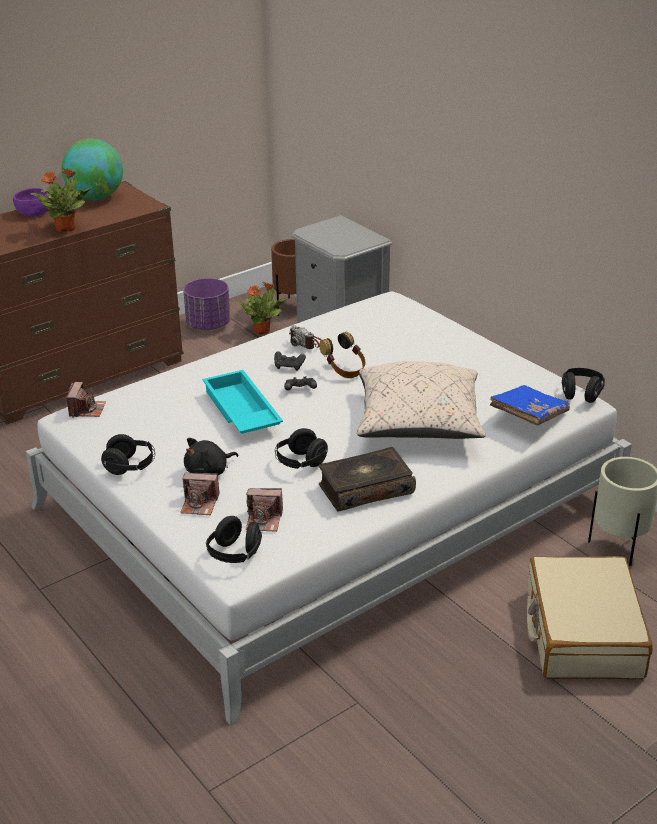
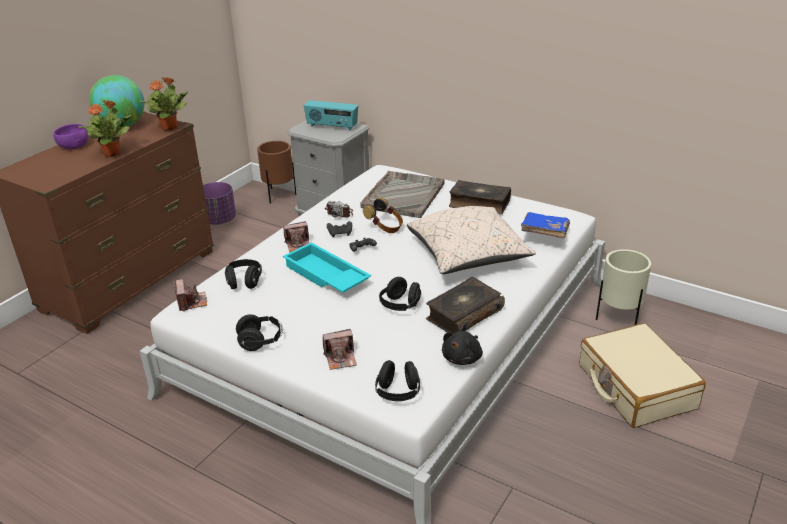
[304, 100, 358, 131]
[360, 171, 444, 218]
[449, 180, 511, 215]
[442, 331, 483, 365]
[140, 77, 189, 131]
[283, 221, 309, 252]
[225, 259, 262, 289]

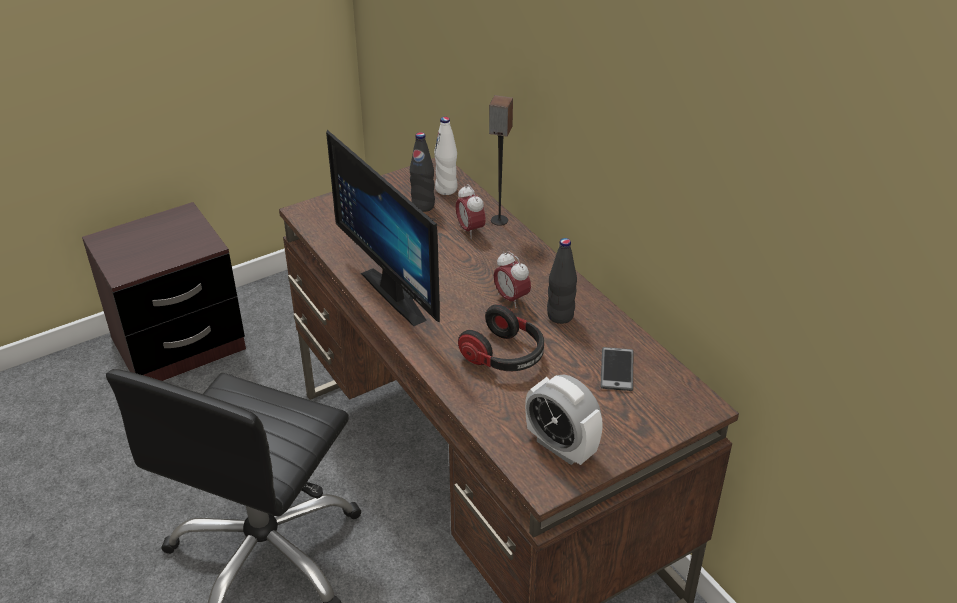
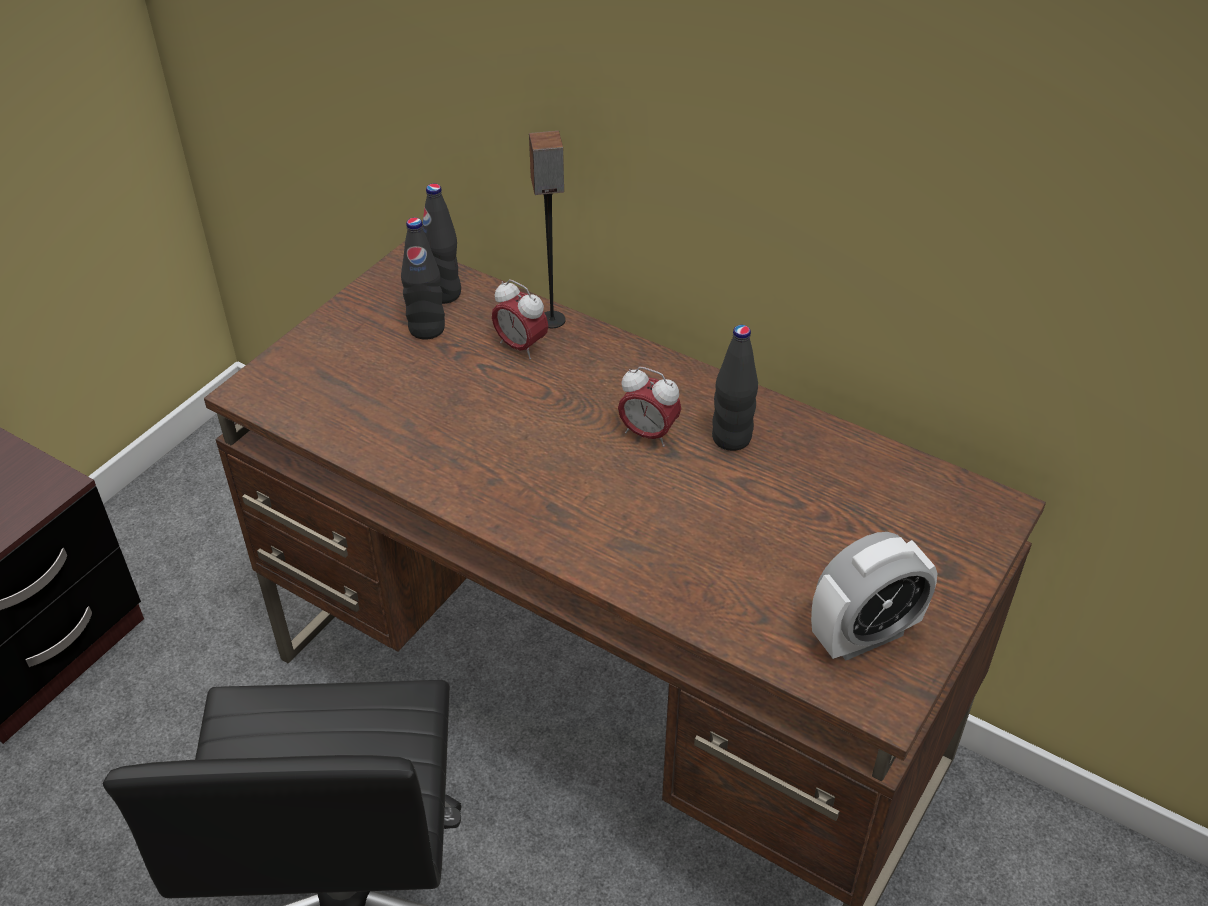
[326, 130, 440, 326] (first image)
[458, 304, 544, 371] (first image)
[600, 347, 633, 391] (first image)
[423, 184, 461, 304]
[811, 532, 938, 660]

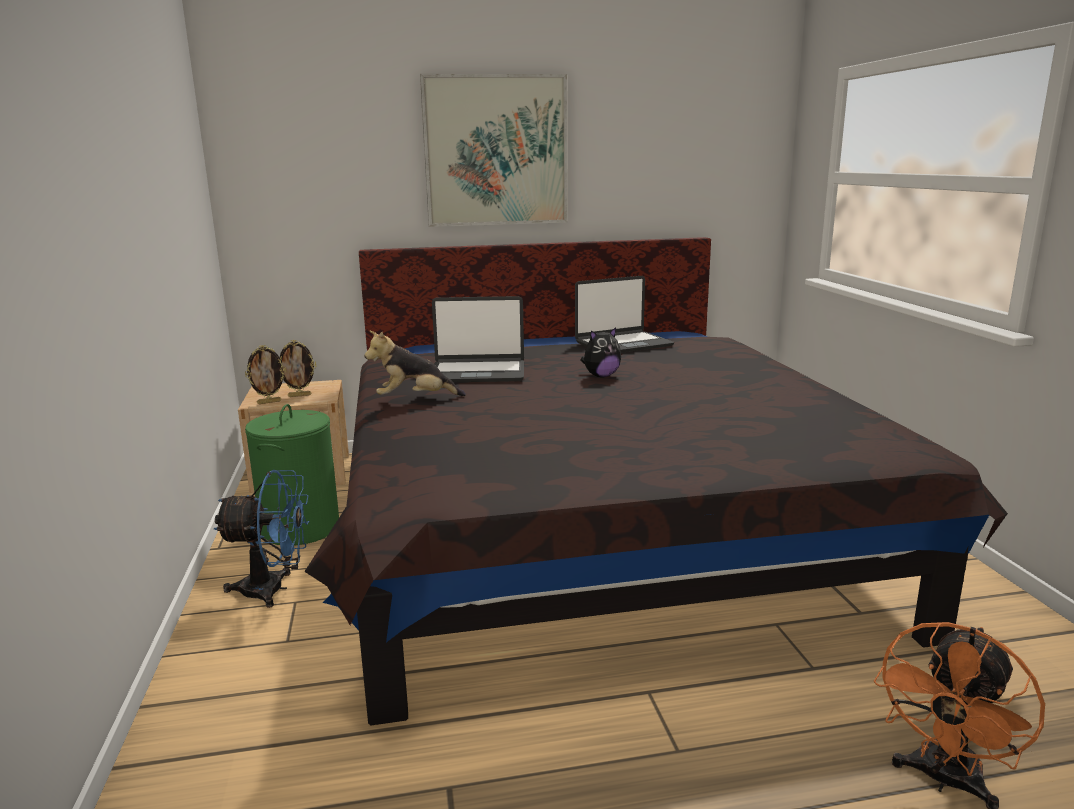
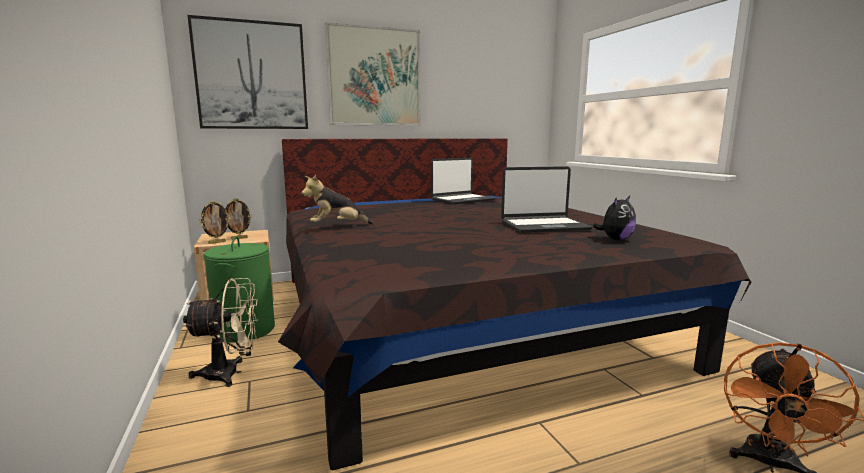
[187, 15, 308, 129]
[501, 166, 593, 233]
[593, 196, 636, 240]
[183, 278, 258, 387]

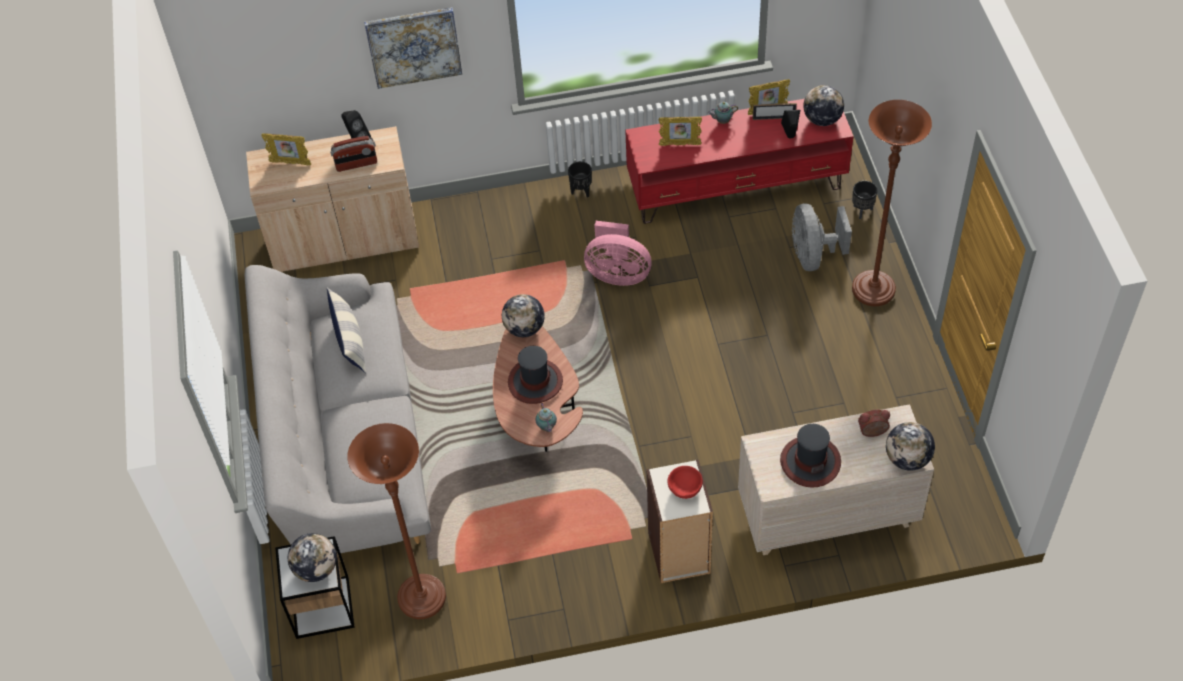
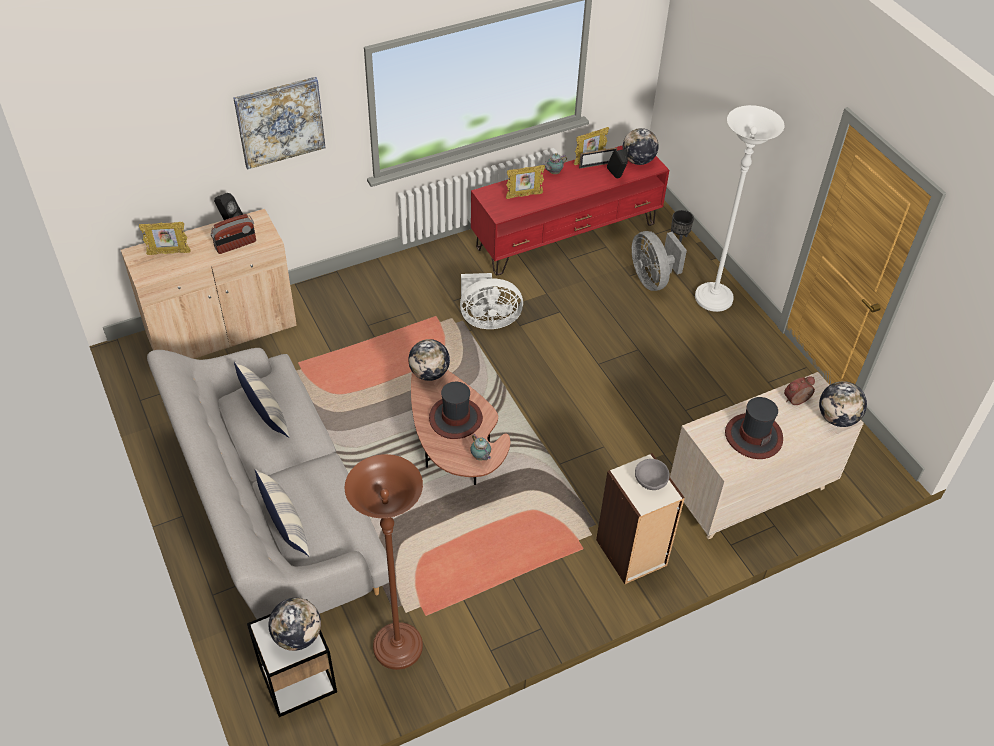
[568, 161, 592, 197] (first image)
[255, 469, 310, 556]
[460, 273, 523, 329]
[635, 459, 670, 490]
[695, 105, 784, 312]

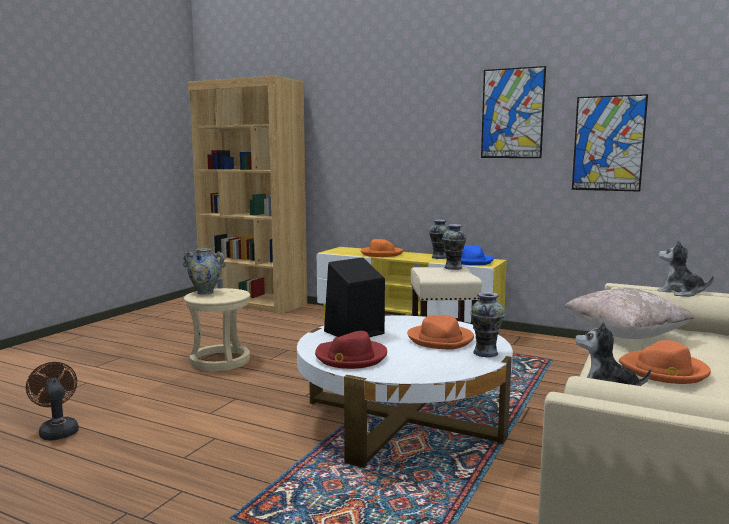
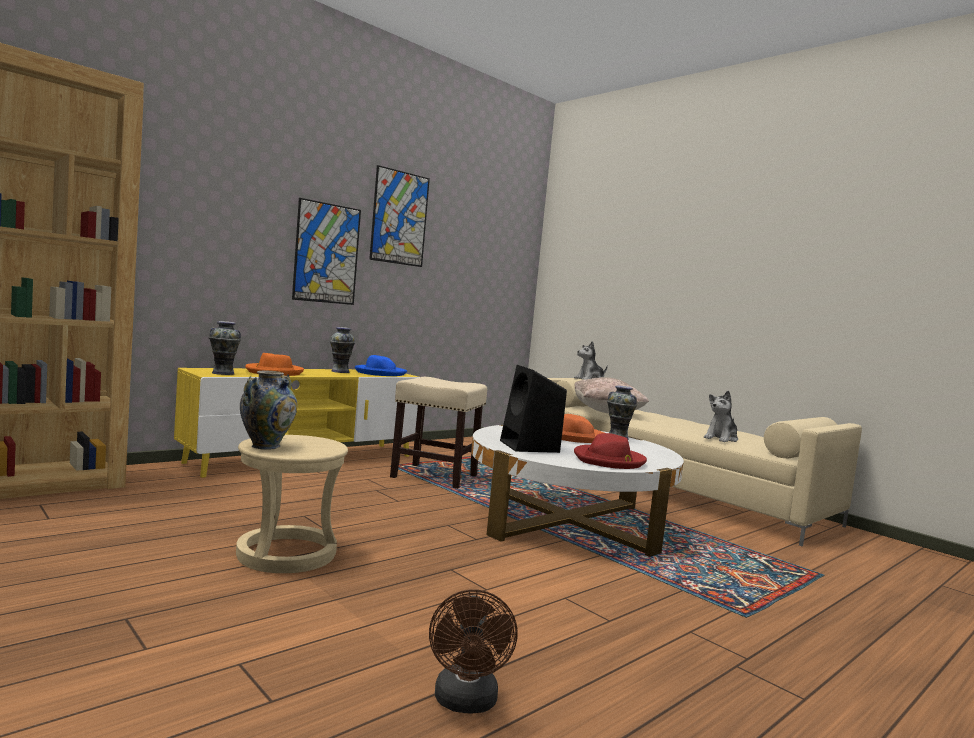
[619, 340, 711, 384] (first image)
[209, 321, 241, 375]
[292, 198, 361, 305]
[429, 589, 518, 713]

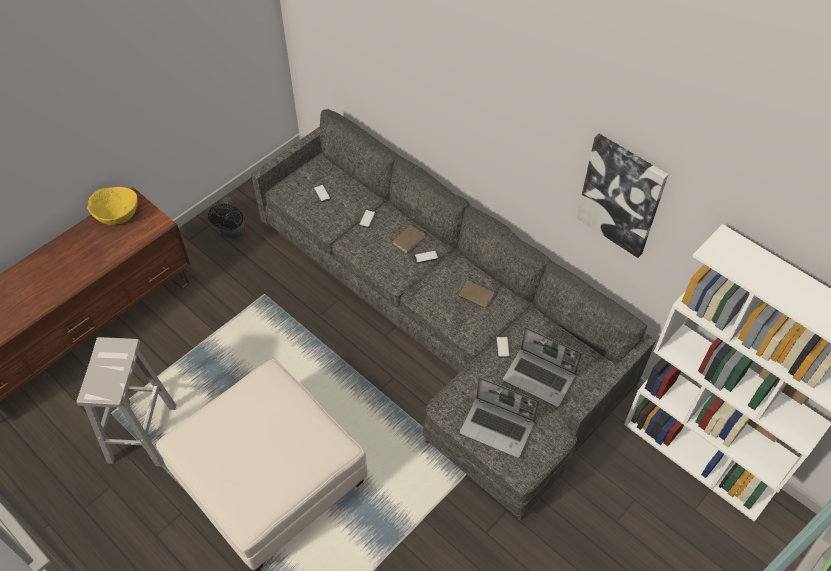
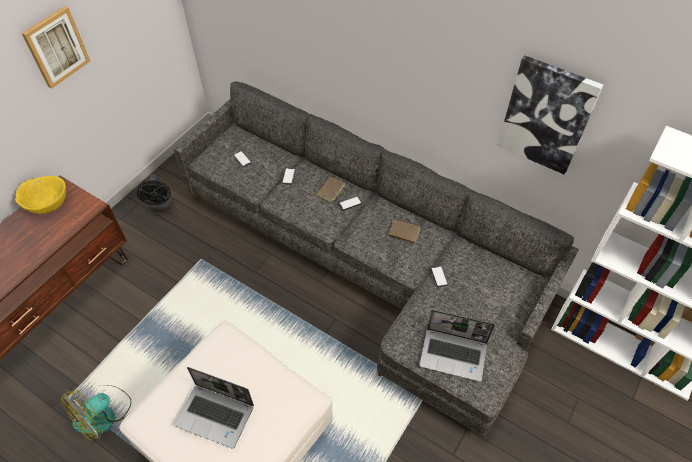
[22, 6, 90, 89]
[174, 367, 254, 449]
[61, 385, 131, 441]

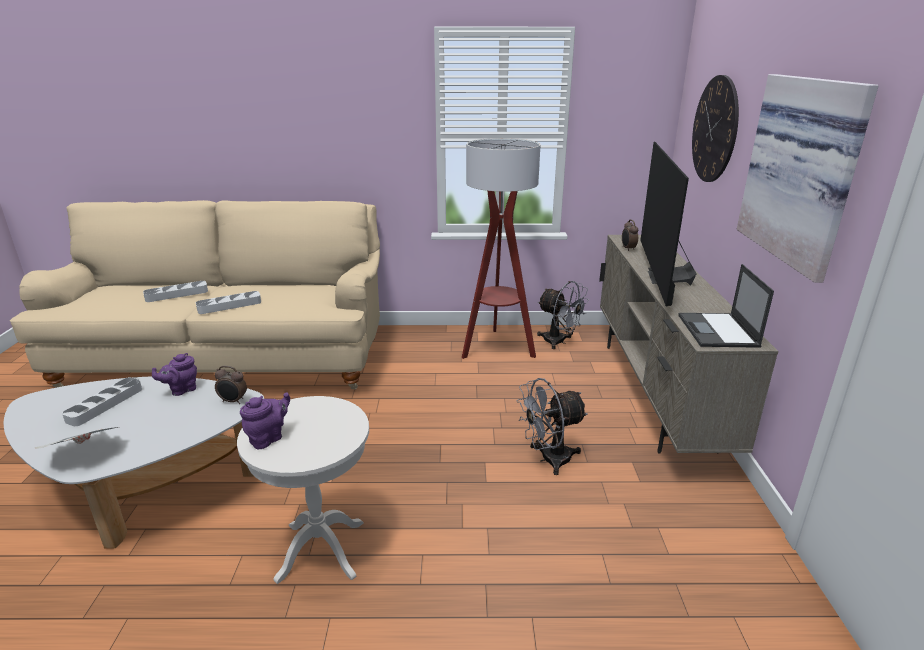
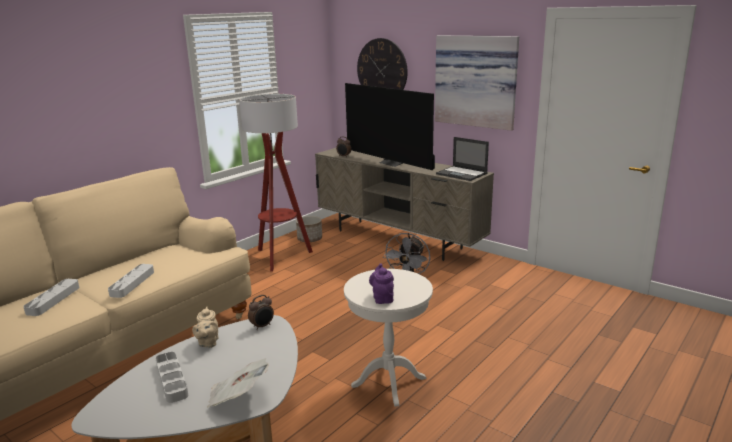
[296, 216, 322, 242]
[192, 307, 219, 348]

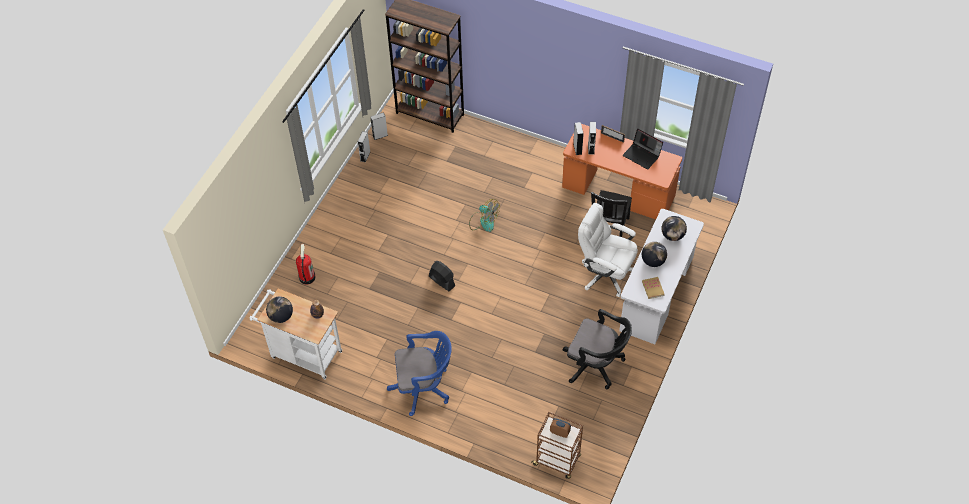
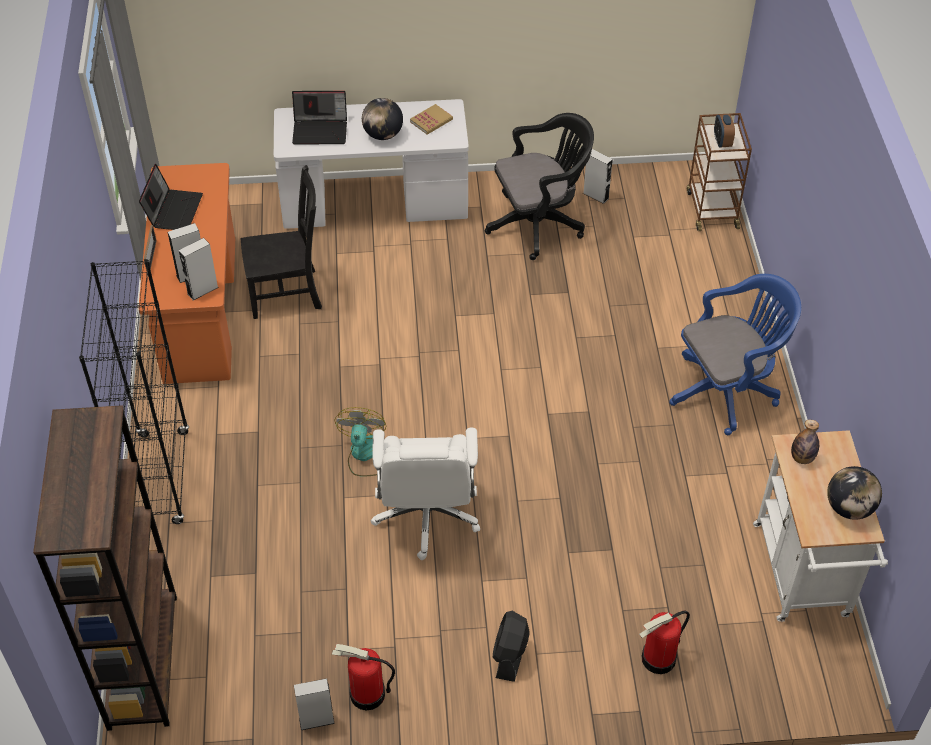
[79, 259, 189, 524]
[332, 644, 395, 710]
[583, 149, 613, 204]
[493, 611, 530, 682]
[370, 428, 480, 560]
[292, 91, 347, 145]
[669, 274, 801, 435]
[485, 113, 594, 260]

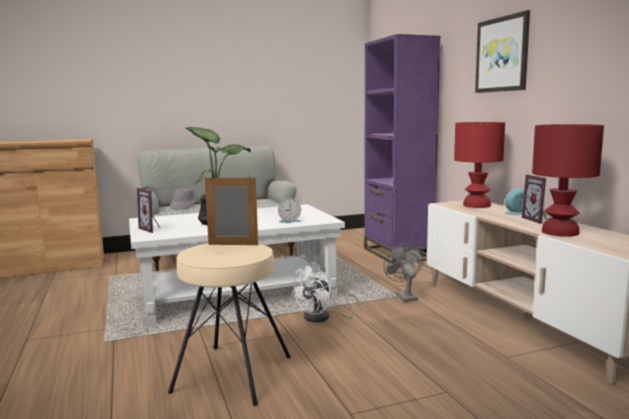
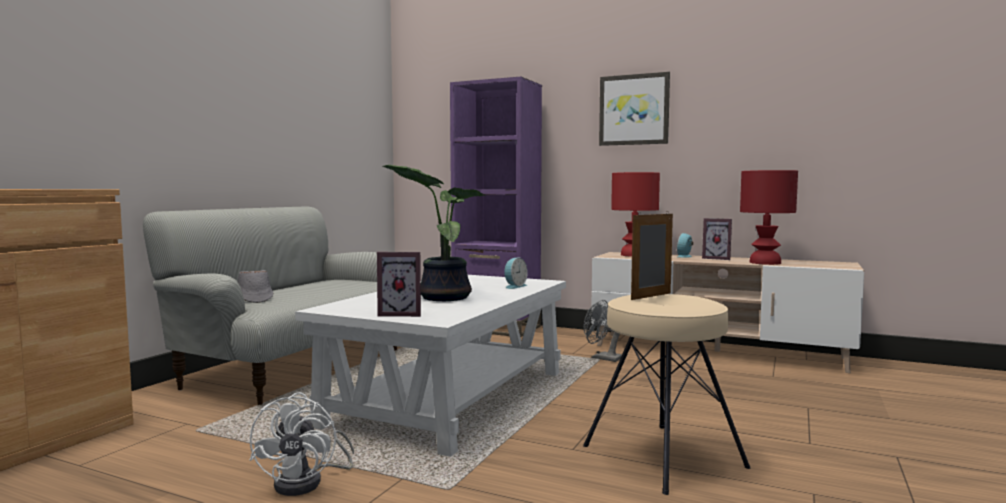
[250, 392, 354, 496]

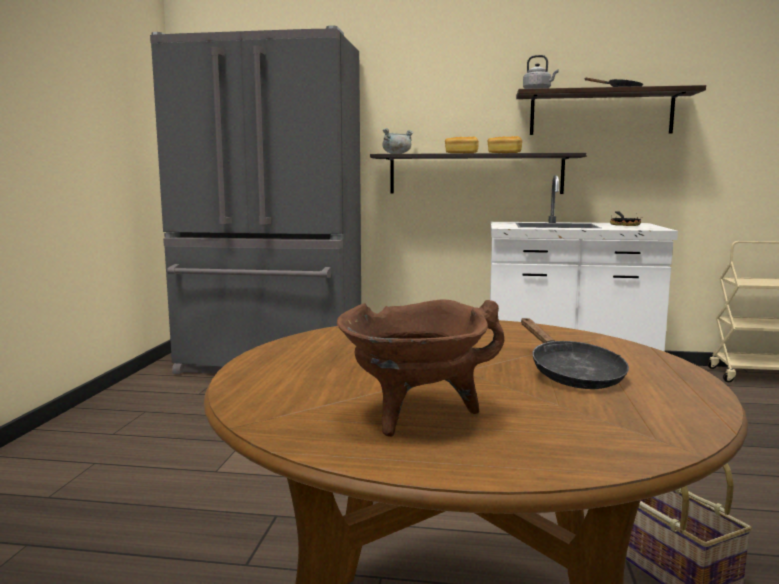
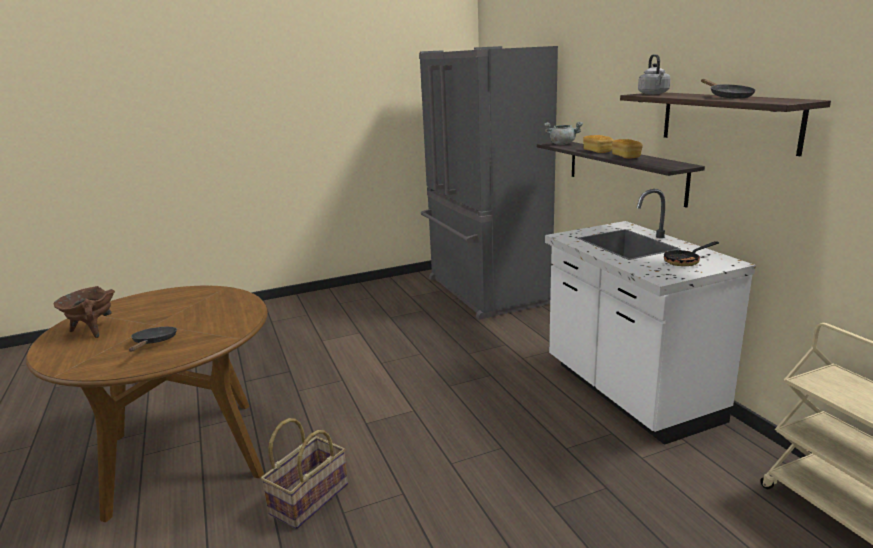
[129, 327, 177, 352]

